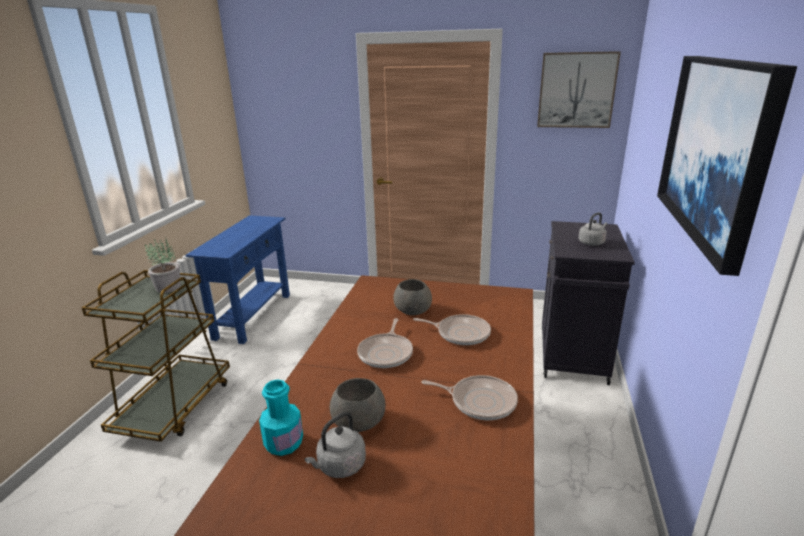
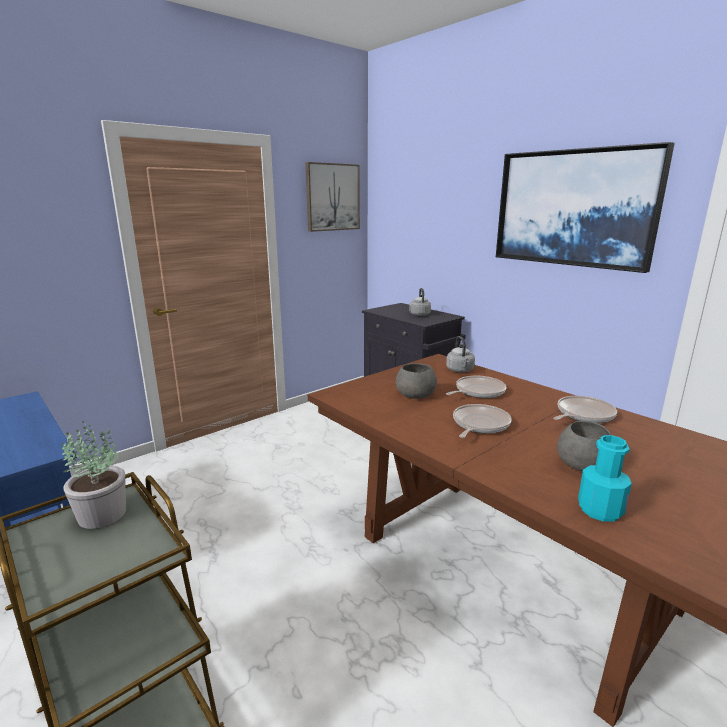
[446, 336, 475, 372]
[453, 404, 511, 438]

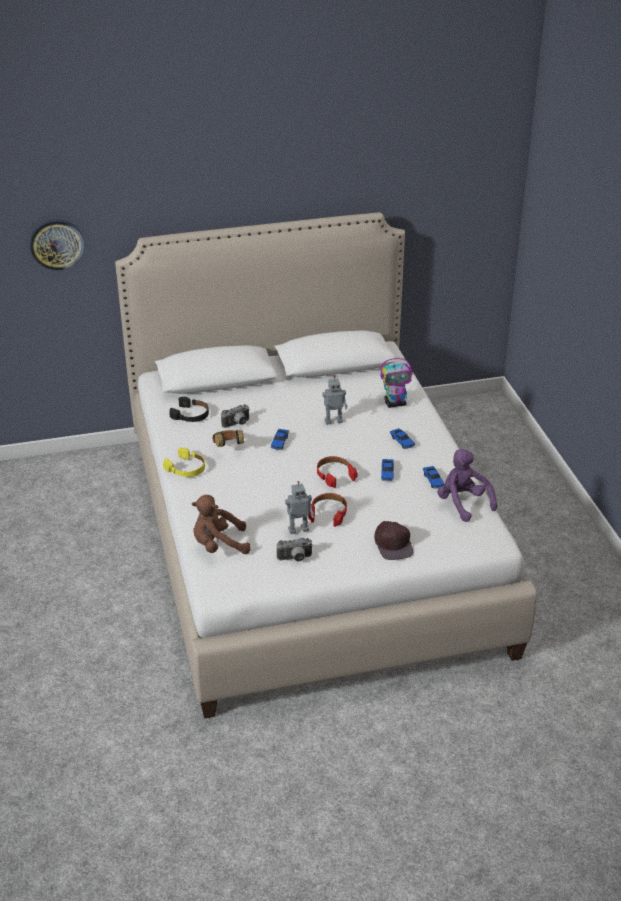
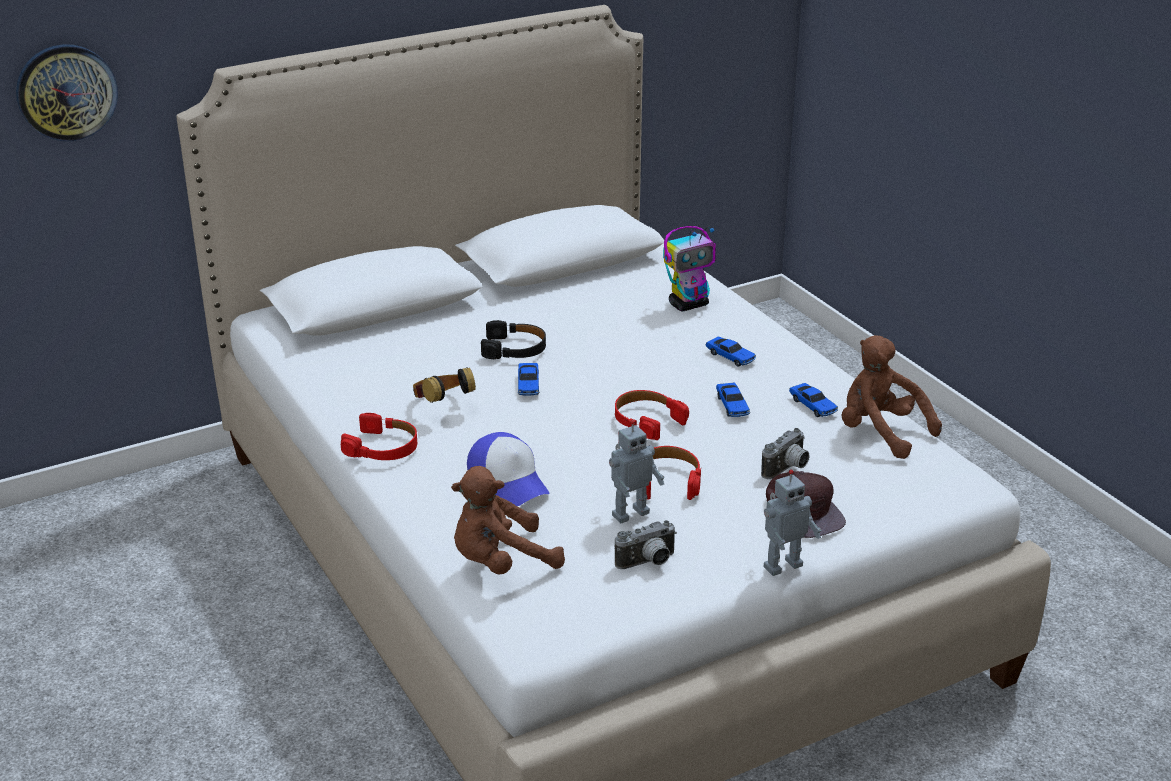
[467, 432, 549, 506]
[481, 320, 546, 359]
[761, 428, 810, 479]
[764, 470, 822, 576]
[341, 413, 417, 460]
[842, 335, 942, 459]

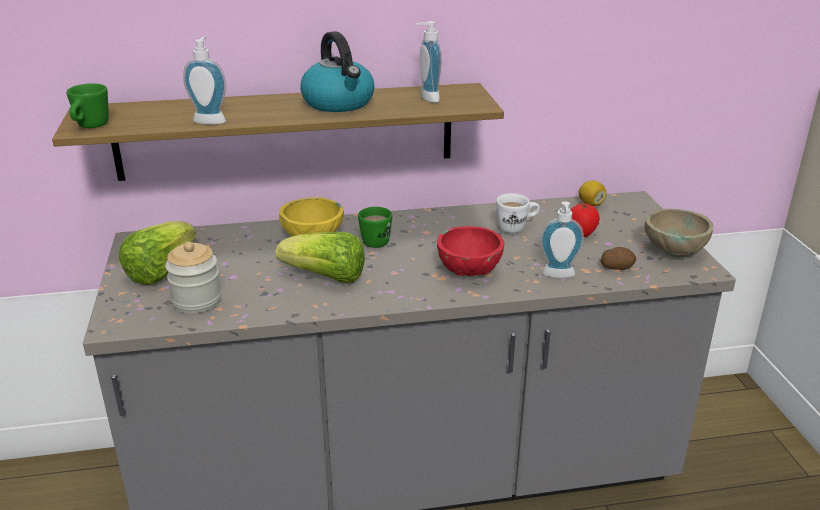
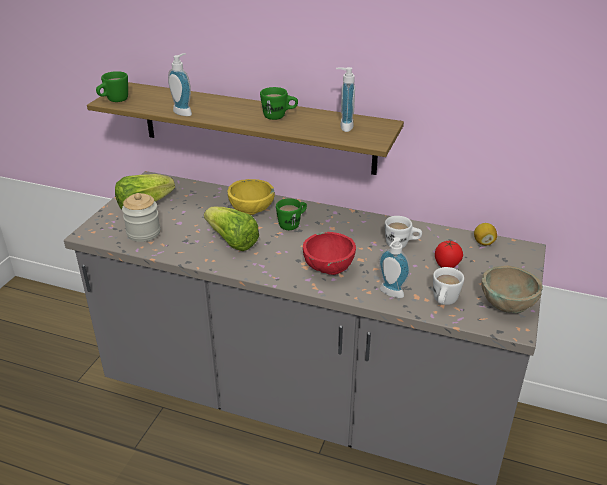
[260, 87, 298, 120]
[433, 267, 464, 305]

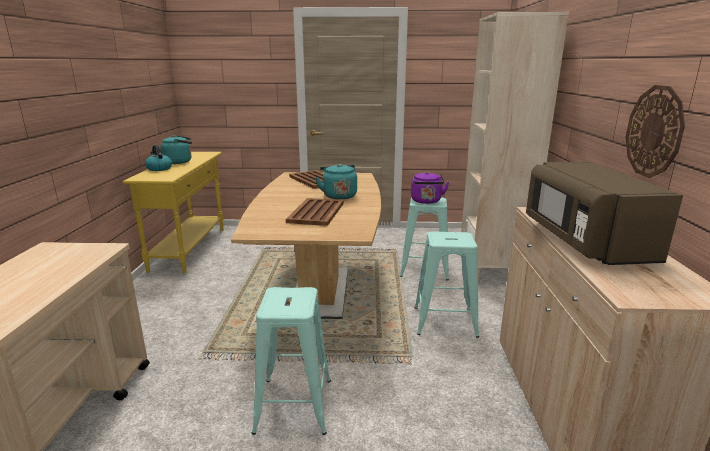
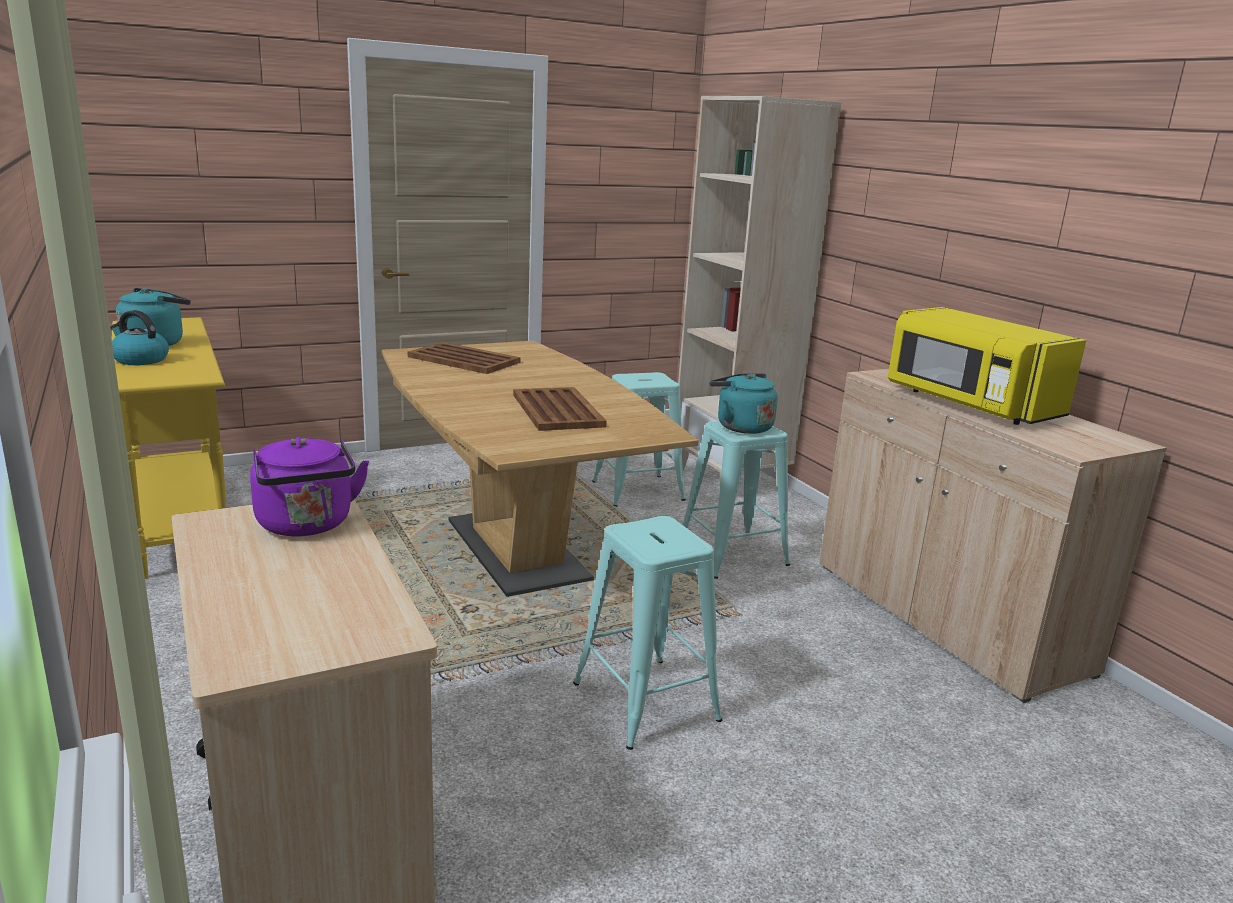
[626, 85, 685, 178] (first image)
[710, 373, 778, 434]
[250, 437, 369, 536]
[888, 307, 1086, 425]

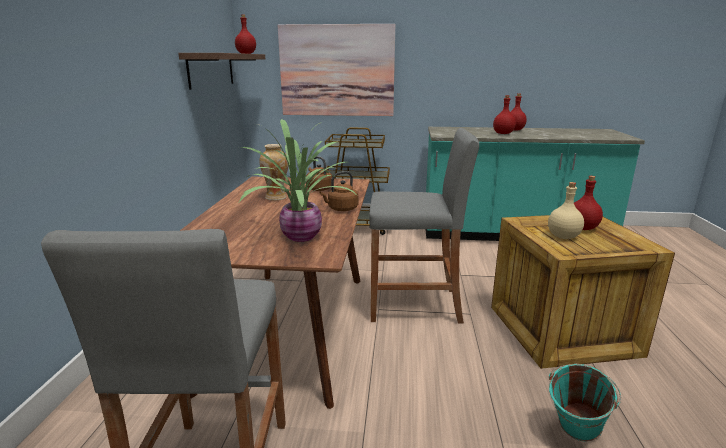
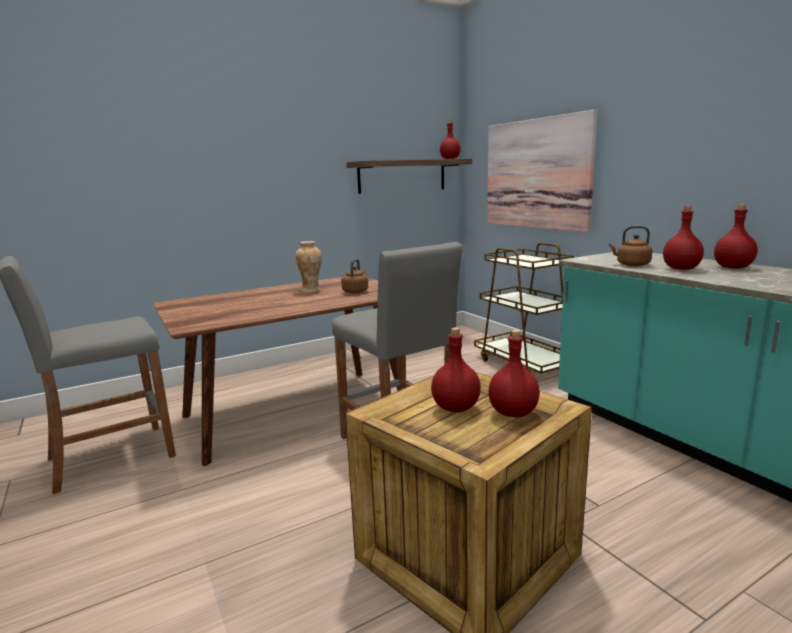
[239, 119, 356, 242] (first image)
[549, 364, 621, 442] (first image)
[609, 226, 652, 266]
[431, 327, 481, 413]

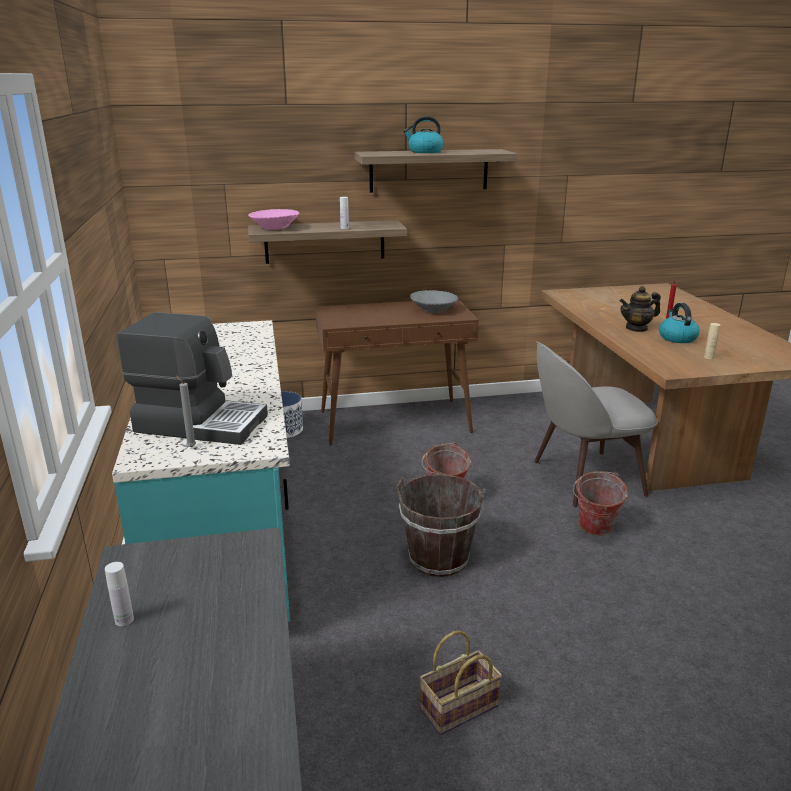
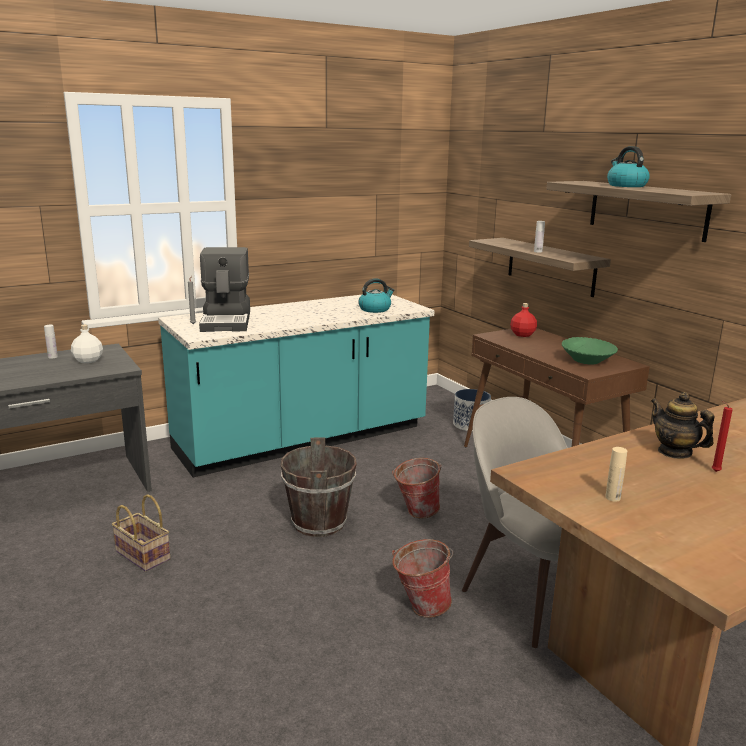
[248, 209, 299, 230] (first image)
[71, 325, 103, 363]
[510, 303, 537, 337]
[358, 278, 394, 313]
[562, 337, 618, 364]

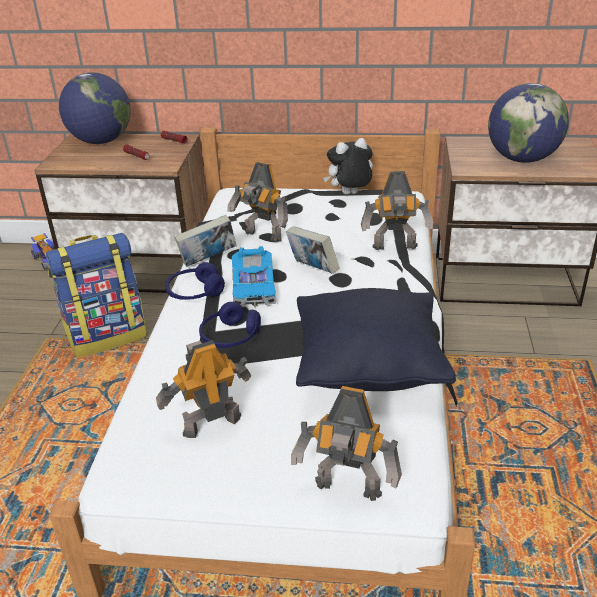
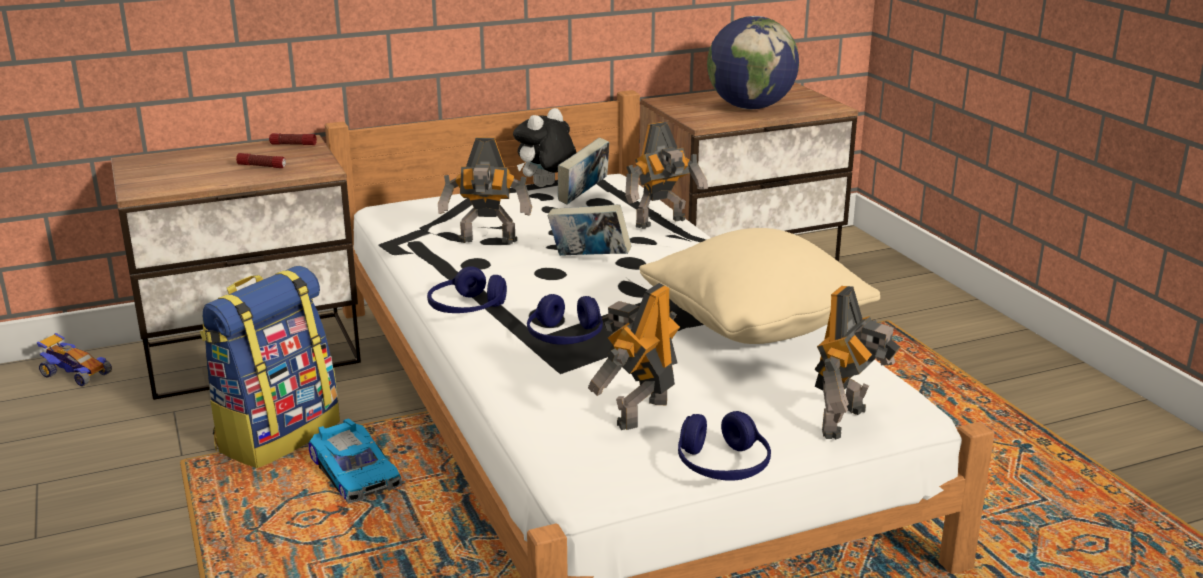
[59, 72, 131, 144] (first image)
[678, 411, 771, 481]
[558, 138, 609, 205]
[309, 418, 402, 504]
[639, 228, 880, 344]
[814, 286, 901, 439]

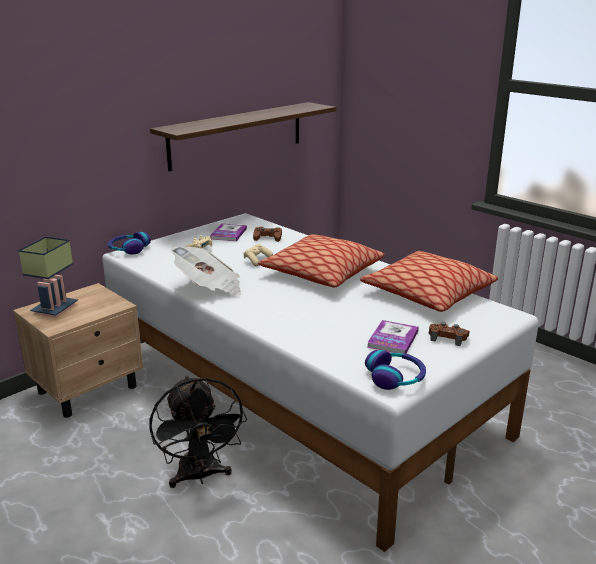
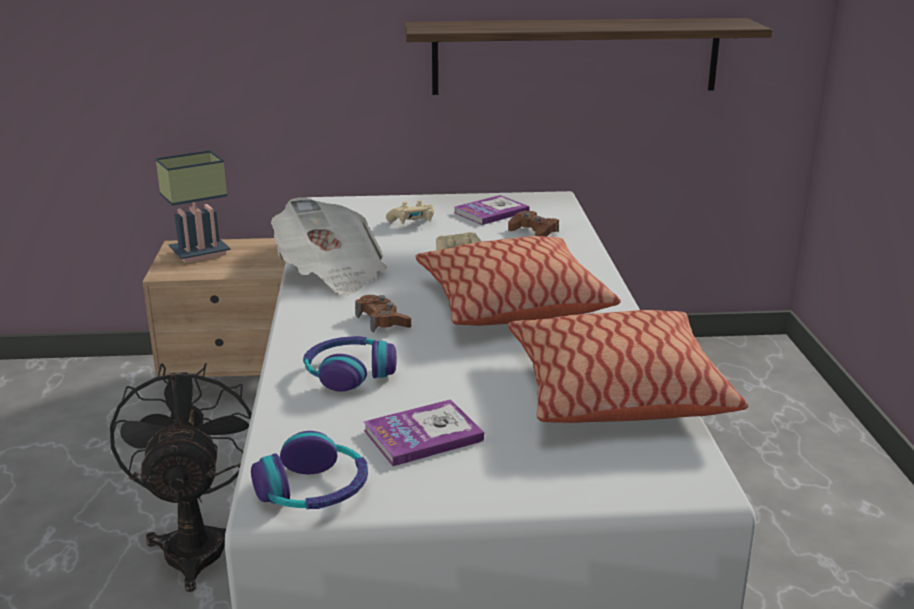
[303, 336, 397, 392]
[355, 295, 411, 333]
[110, 363, 252, 592]

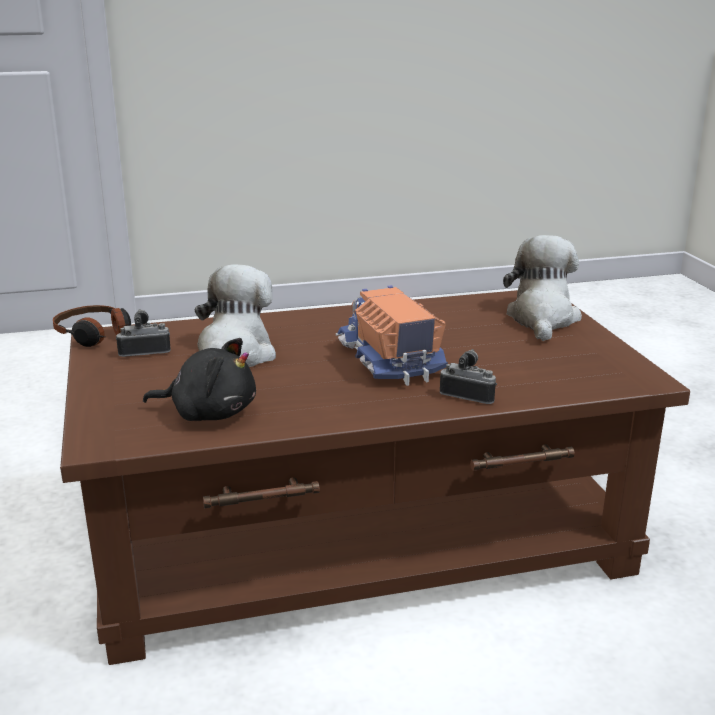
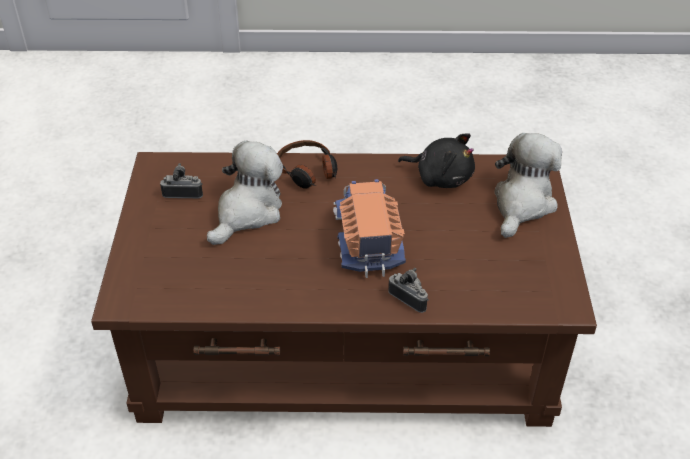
[277, 140, 337, 189]
[398, 133, 475, 188]

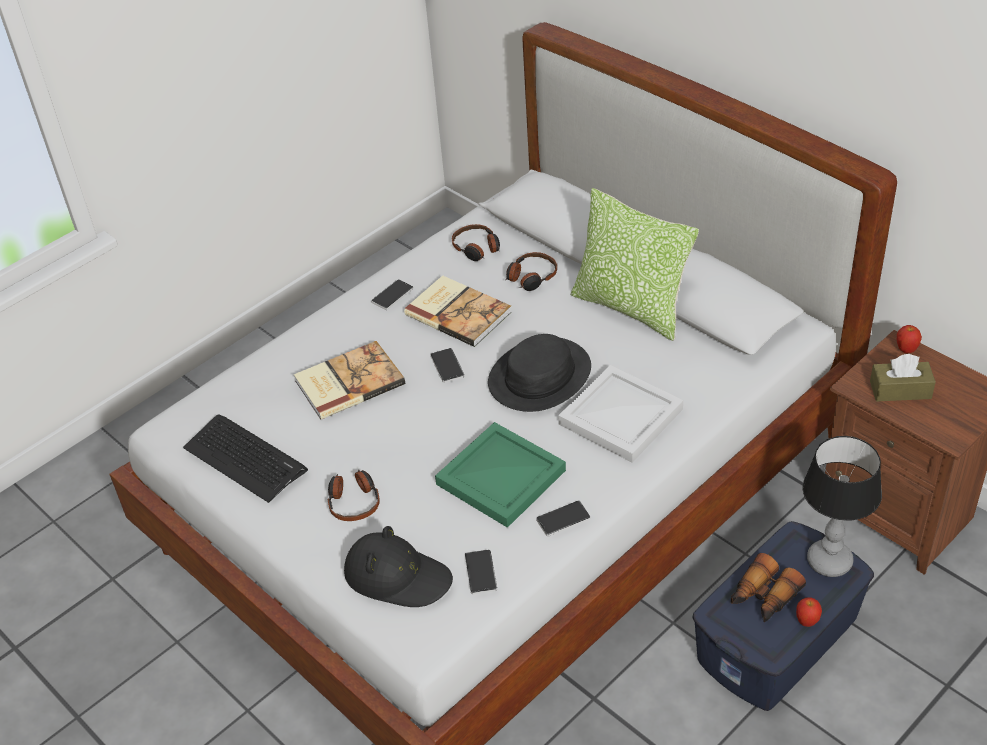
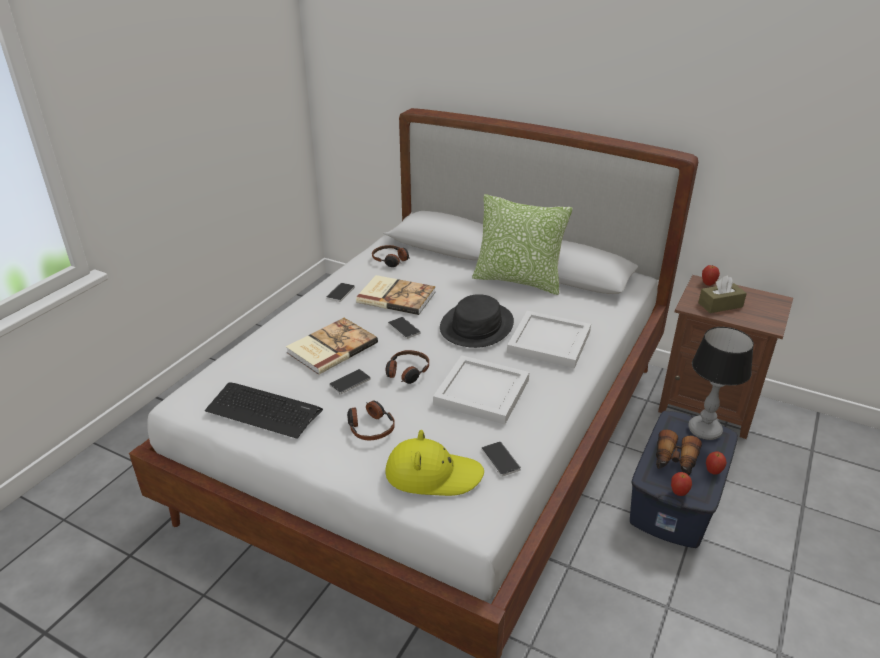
[671, 472, 692, 496]
[386, 350, 429, 384]
[329, 369, 371, 394]
[385, 430, 484, 496]
[433, 355, 529, 425]

